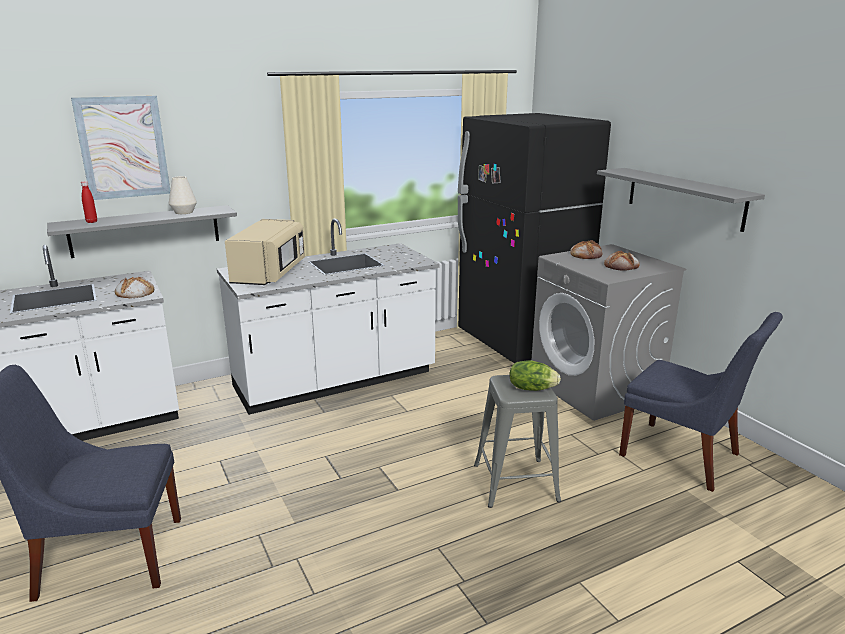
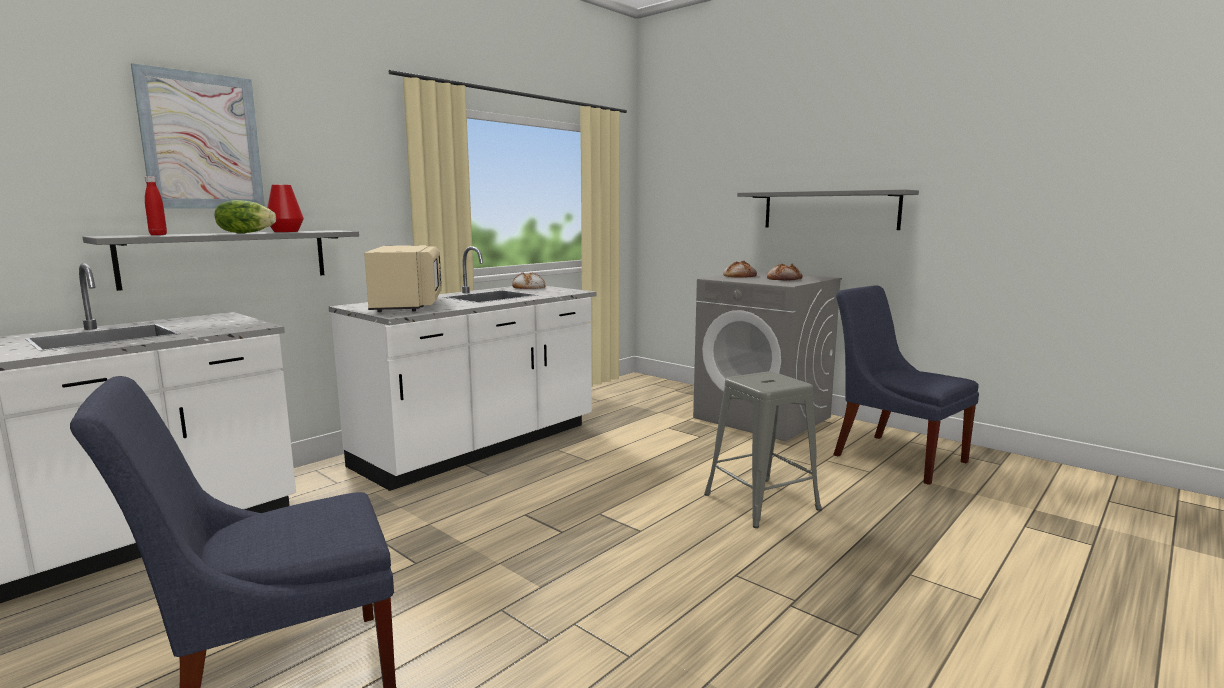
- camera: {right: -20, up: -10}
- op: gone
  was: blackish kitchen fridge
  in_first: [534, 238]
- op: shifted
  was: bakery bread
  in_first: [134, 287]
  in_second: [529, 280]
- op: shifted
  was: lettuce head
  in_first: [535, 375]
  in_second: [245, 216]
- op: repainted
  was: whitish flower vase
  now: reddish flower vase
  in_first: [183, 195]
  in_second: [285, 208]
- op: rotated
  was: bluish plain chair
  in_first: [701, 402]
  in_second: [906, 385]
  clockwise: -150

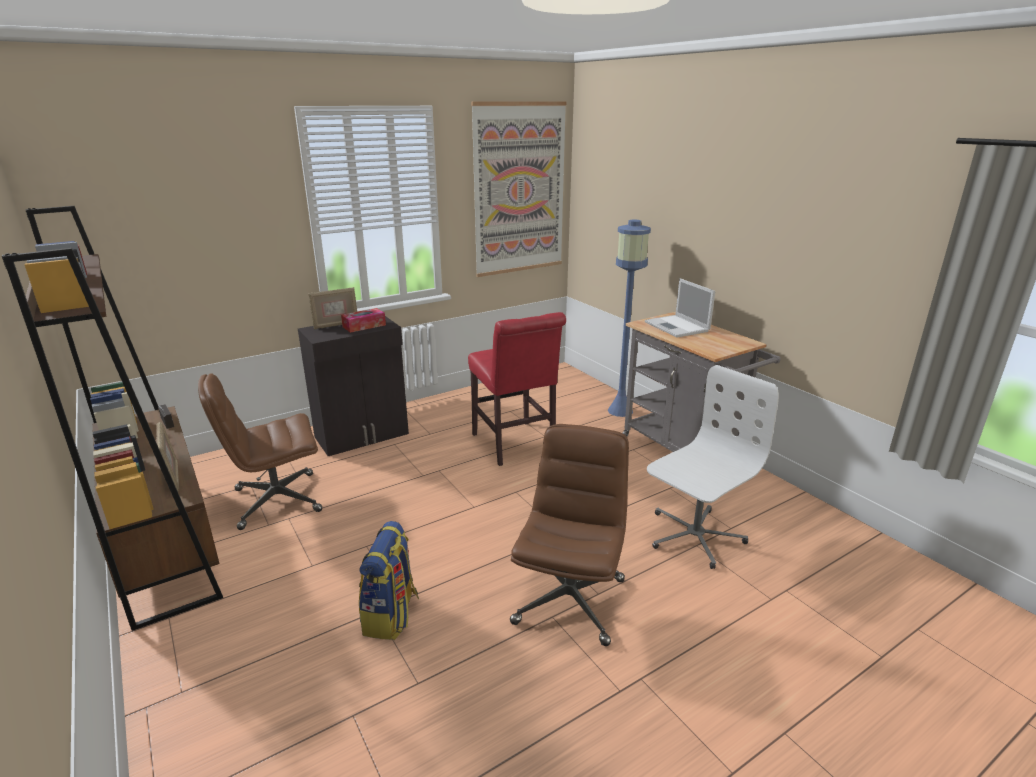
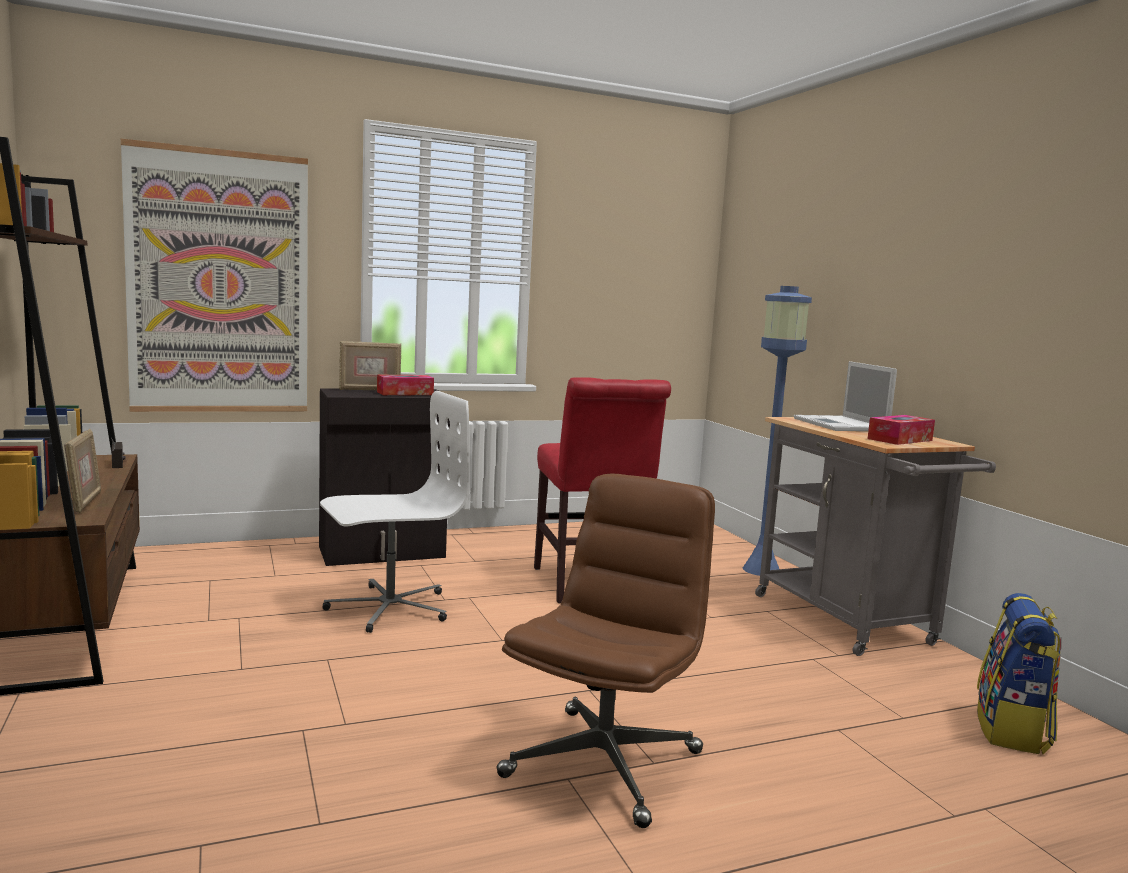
- camera: {right: 10, up: -15}
- op: gone
  was: brown-coloured computer chair
  in_first: [260, 451]
- op: new
  now: tissue box
  in_second: [901, 430]
- op: shifted
  was: rucksack
  in_first: [389, 580]
  in_second: [1019, 673]
- op: shifted
  was: wall picture
  in_first: [518, 189]
  in_second: [214, 275]
- op: shifted
  was: whitish computer chair
  in_first: [713, 467]
  in_second: [395, 512]

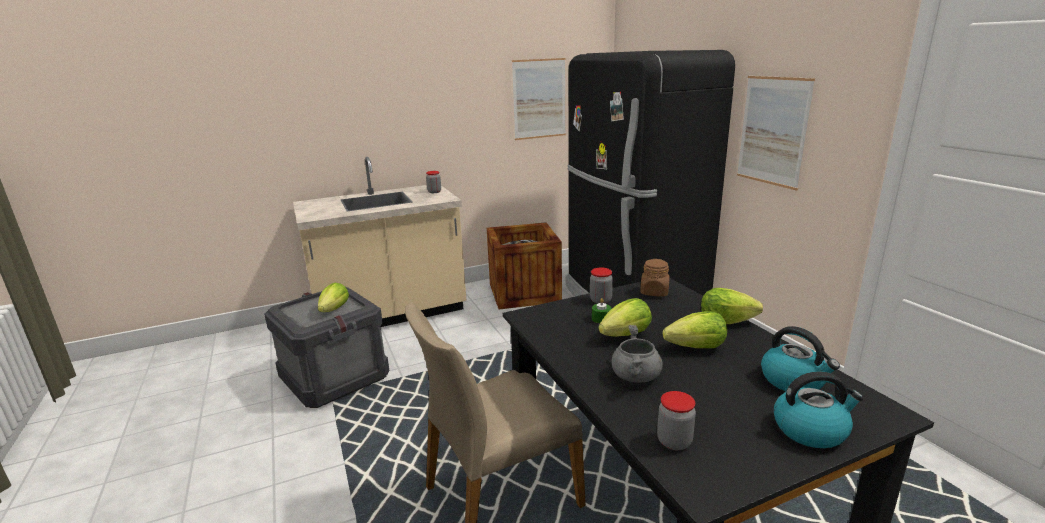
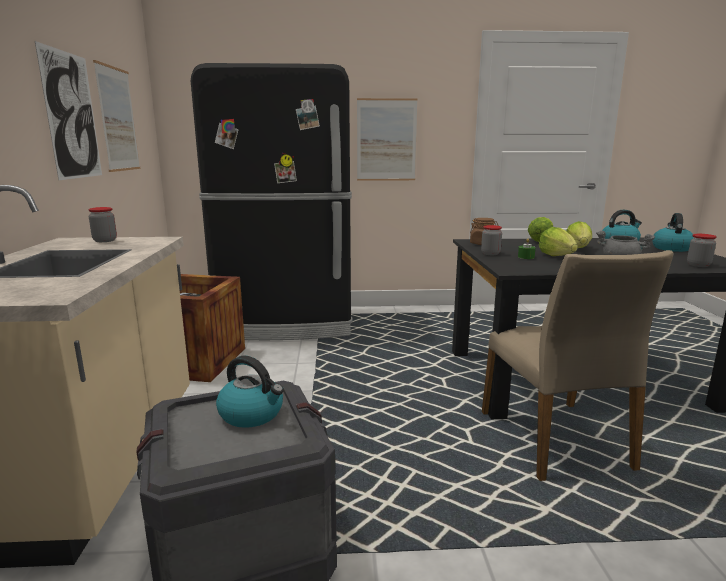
- camera: {right: -70, up: -5}
- op: new
  now: wall picture
  in_second: [68, 110]
- op: swapped
  was: lettuce head
  now: water kettle
  in_first: [333, 297]
  in_second: [250, 392]

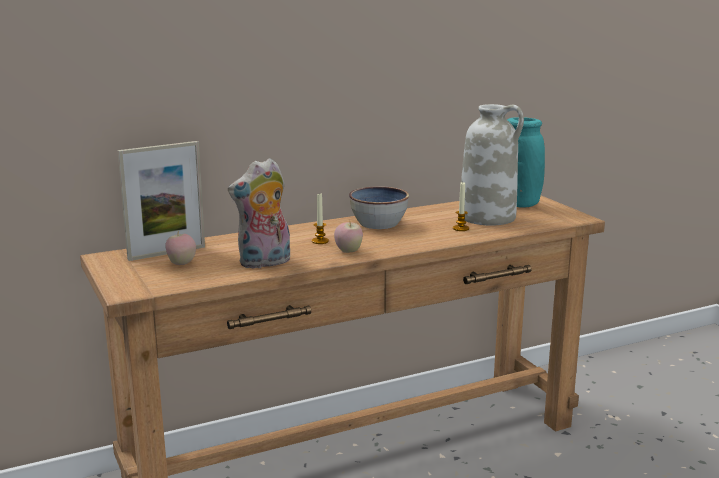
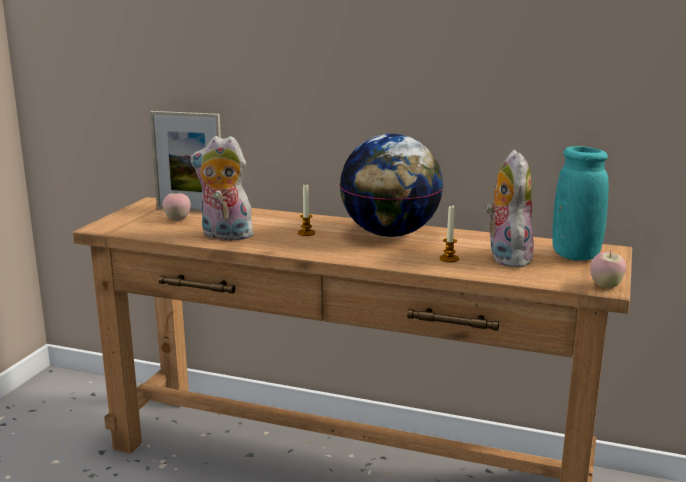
- camera: {right: 45, up: 0}
- op: shifted
  was: whole apple
  in_first: [348, 237]
  in_second: [608, 269]
- op: swapped
  was: serving bowl
  now: globe
  in_first: [379, 207]
  in_second: [391, 185]
- op: swapped
  was: whitish flower vase
  now: soft toy
  in_first: [492, 165]
  in_second: [509, 209]

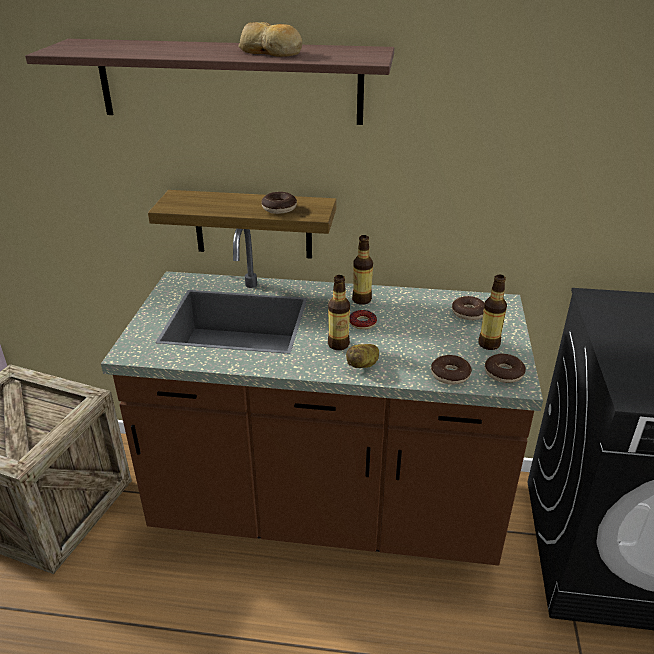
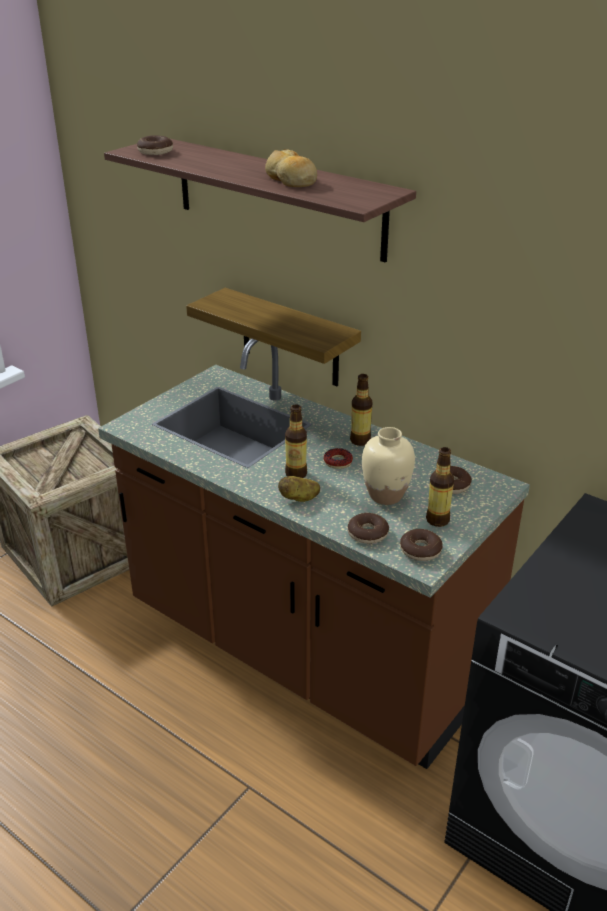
- camera: {right: 30, up: 0}
- op: new
  now: sand-coloured flower vase
  in_second: [388, 466]
- op: shifted
  was: doughnut
  in_first: [279, 203]
  in_second: [155, 145]

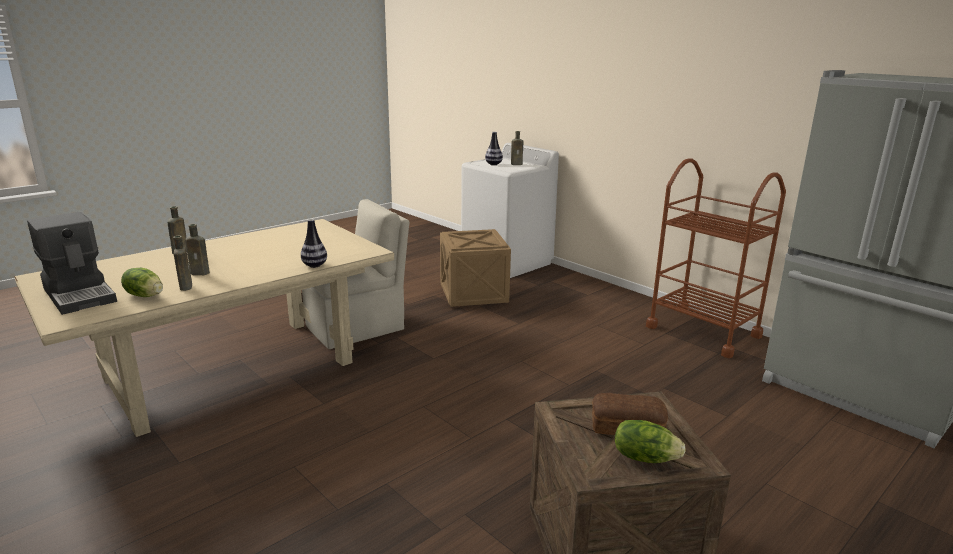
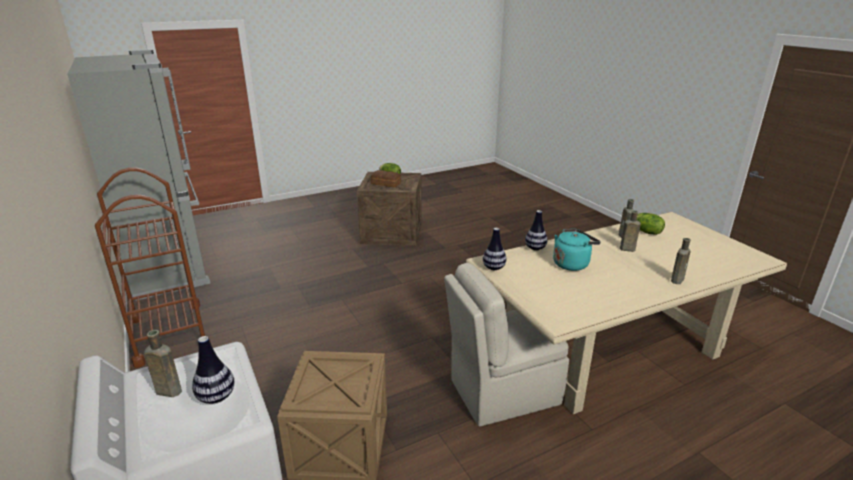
- camera: {right: -165, up: 5}
- op: gone
  was: coffee brewer
  in_first: [72, 263]
- op: new
  now: flower vase
  in_second: [494, 249]
- op: new
  now: turquoise water kettle
  in_second: [577, 250]

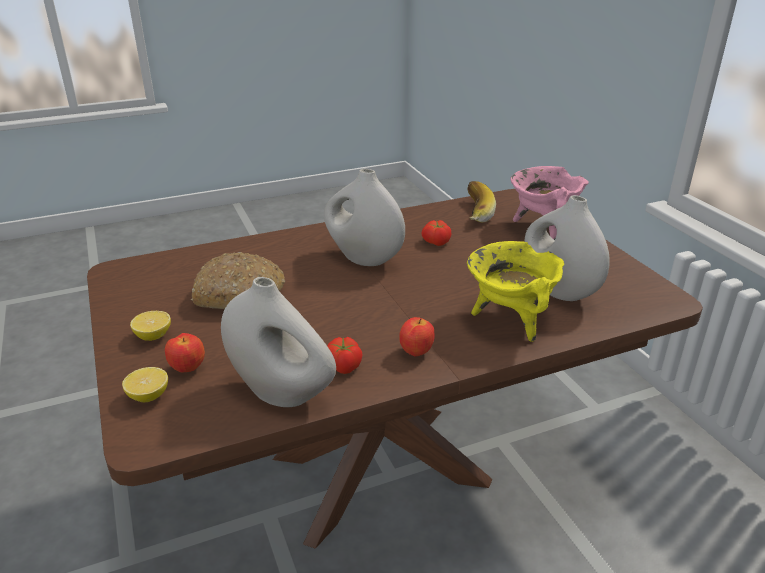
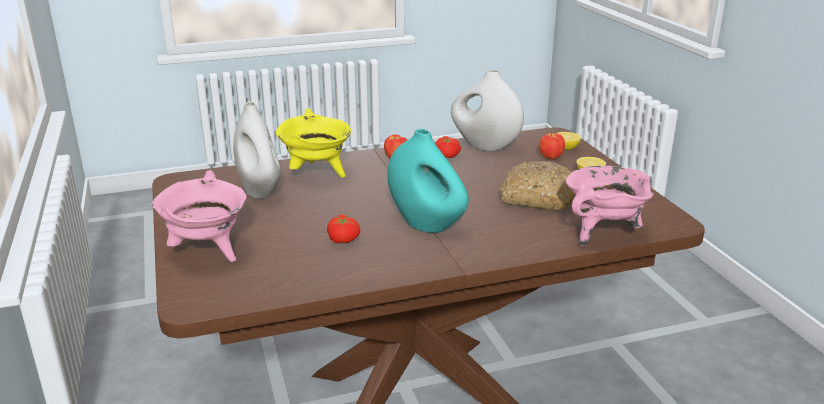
- camera: {right: -175, up: -5}
- op: gone
  was: banana
  in_first: [481, 202]
- op: new
  now: pink-coloured saucepot
  in_second: [610, 206]
- op: repainted
  was: whitish flower vase
  now: turquoise flower vase
  in_first: [364, 217]
  in_second: [428, 181]

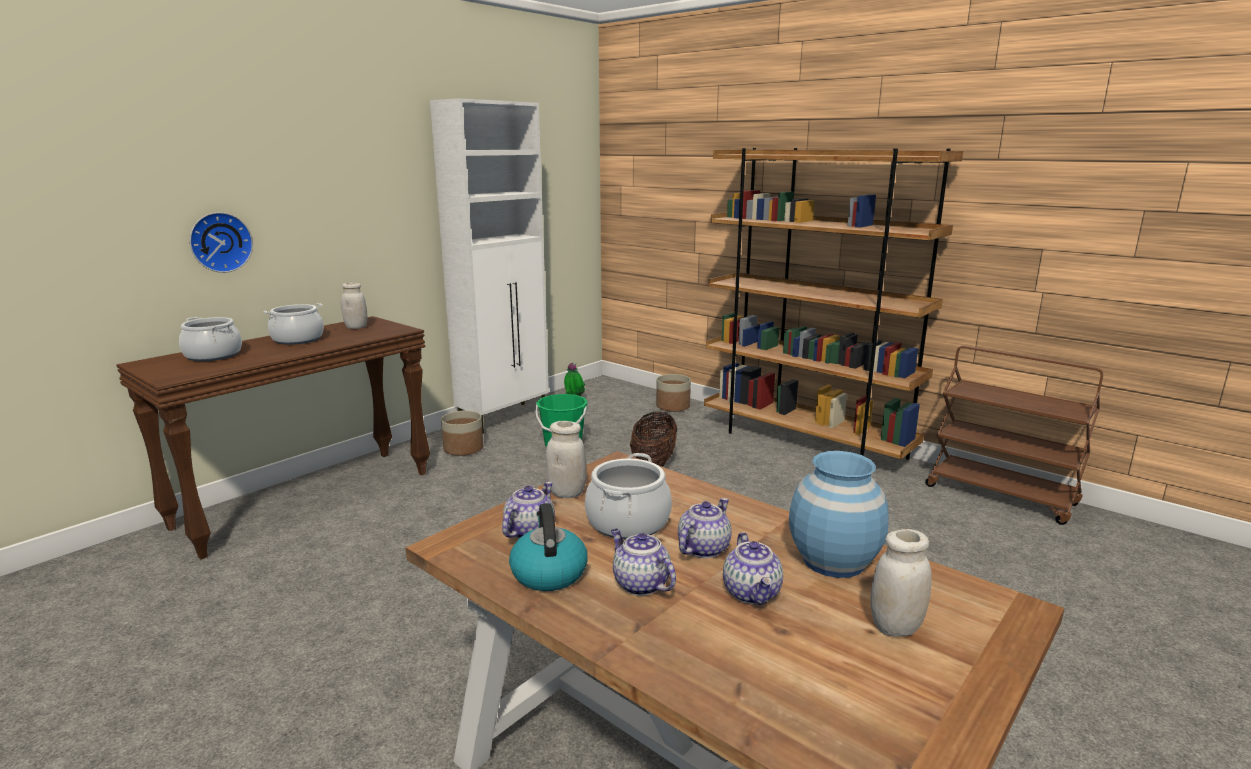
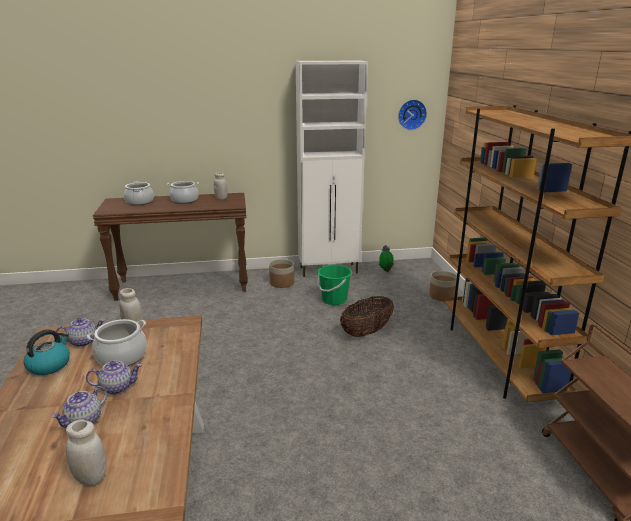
- camera: {right: 40, up: 5}
- op: gone
  was: tea pot
  in_first: [643, 562]
- op: gone
  was: bluish flower vase
  in_first: [839, 514]
- op: shifted
  was: wall clock
  in_first: [221, 242]
  in_second: [412, 114]

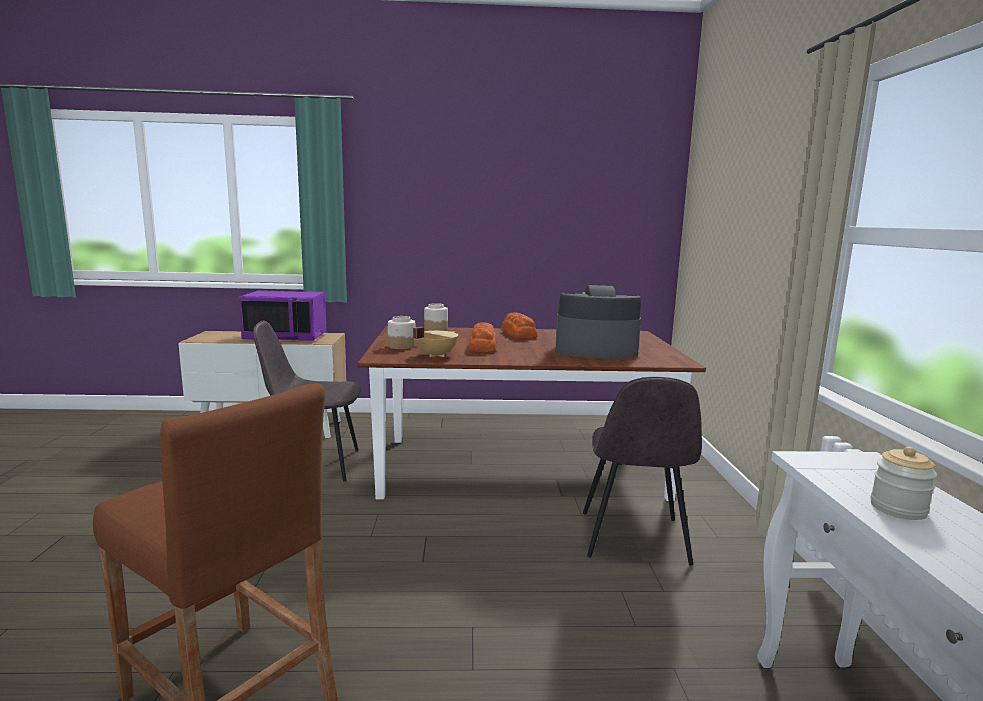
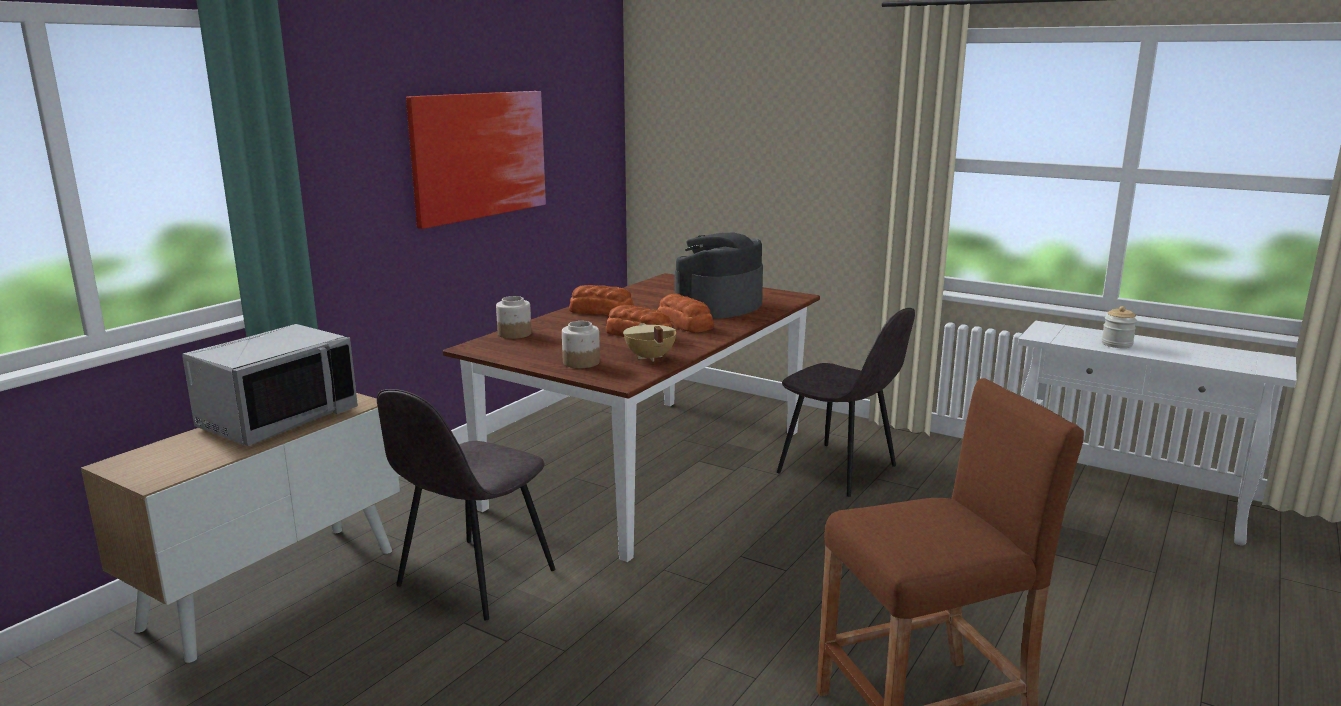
- camera: {right: -55, up: 5}
- op: new
  now: wall picture
  in_second: [476, 160]
- op: new
  now: bakery bread
  in_second: [686, 313]
- op: repainted
  was: purple-coloured microwave
  now: greyish microwave
  in_first: [283, 315]
  in_second: [270, 385]

